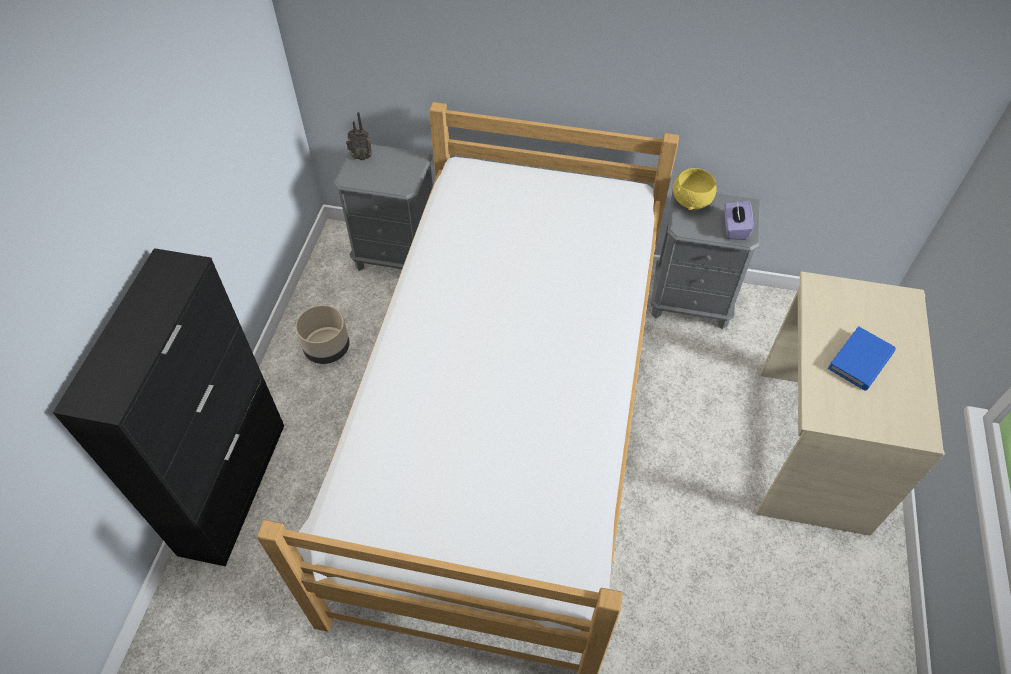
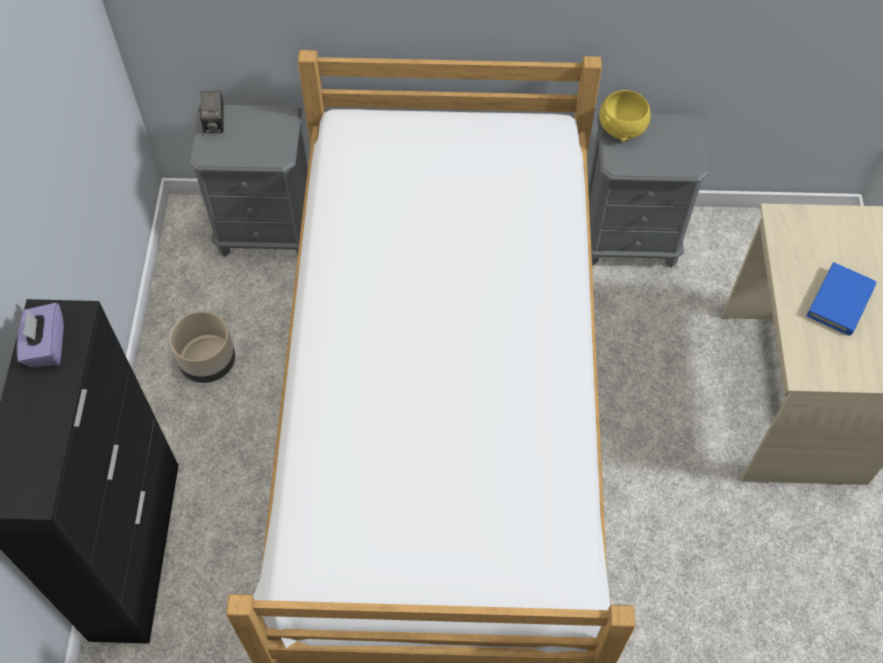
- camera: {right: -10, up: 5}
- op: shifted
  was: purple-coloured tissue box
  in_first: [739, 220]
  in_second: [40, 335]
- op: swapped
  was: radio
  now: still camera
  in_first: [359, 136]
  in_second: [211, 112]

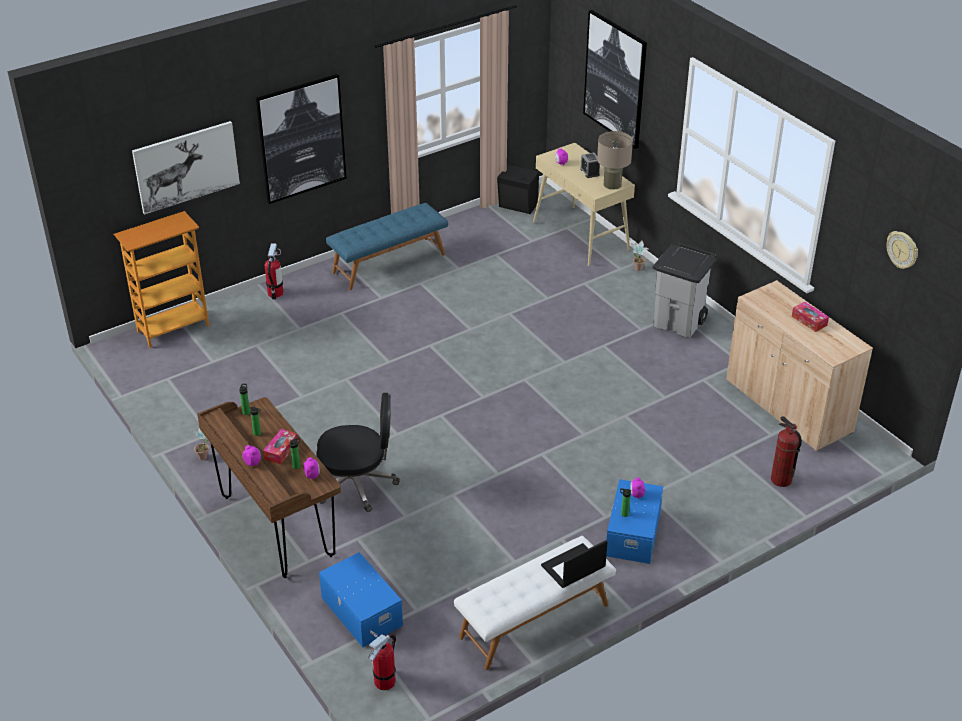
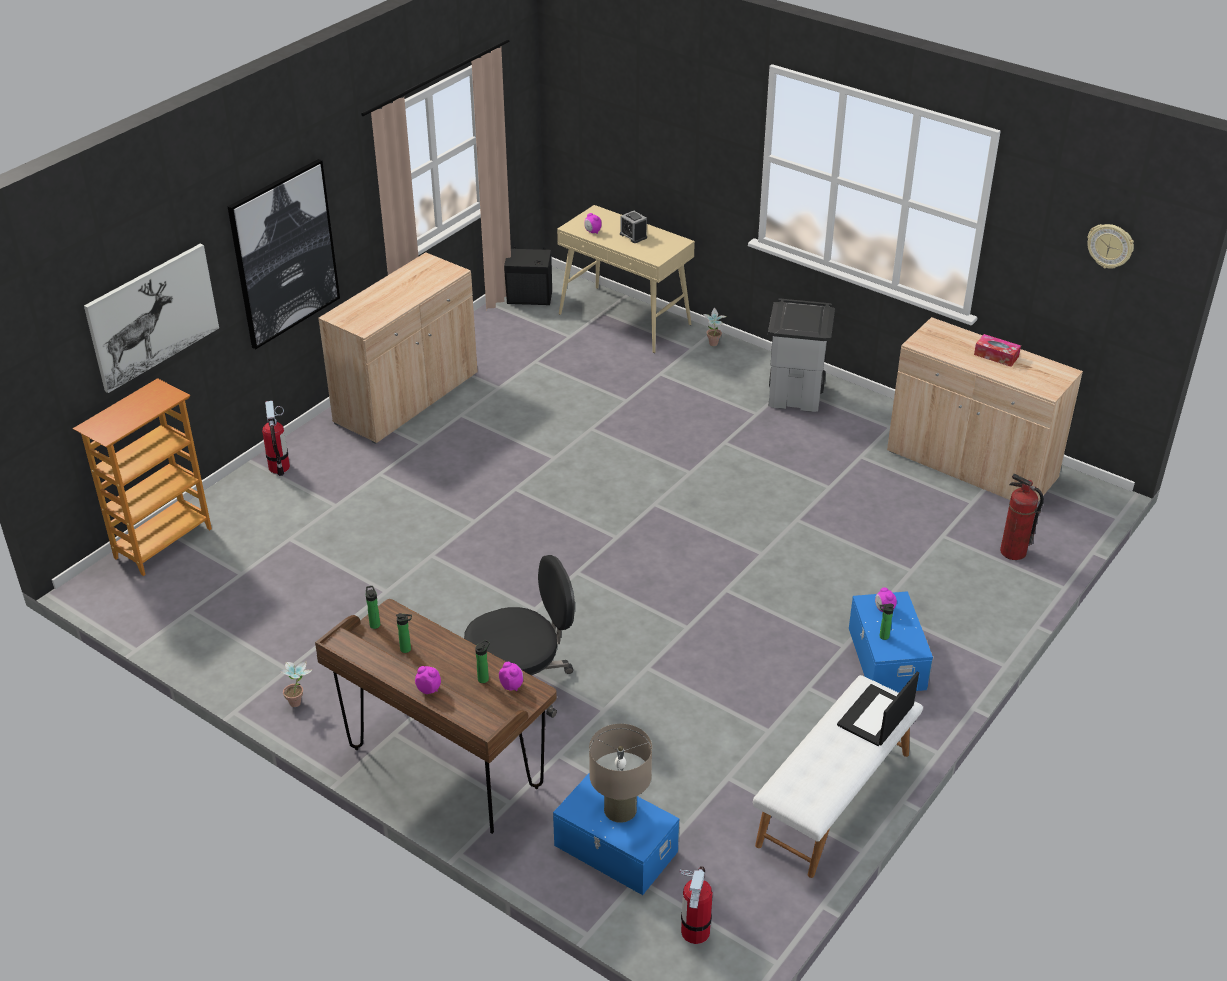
- camera: {right: -20, up: 0}
- op: gone
  was: tissue box
  in_first: [280, 447]
- op: gone
  was: wall picture
  in_first: [615, 79]
- op: shifted
  was: sand-coloured table lamp
  in_first: [615, 160]
  in_second: [620, 773]
- op: swapped
  was: bluish indoor bench
  now: sand-coloured storage cabinet
  in_first: [387, 246]
  in_second: [398, 348]

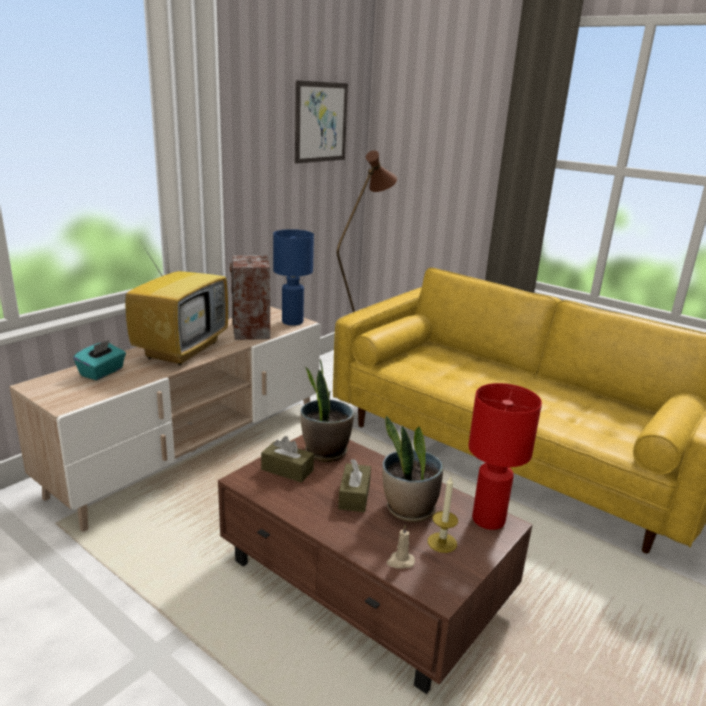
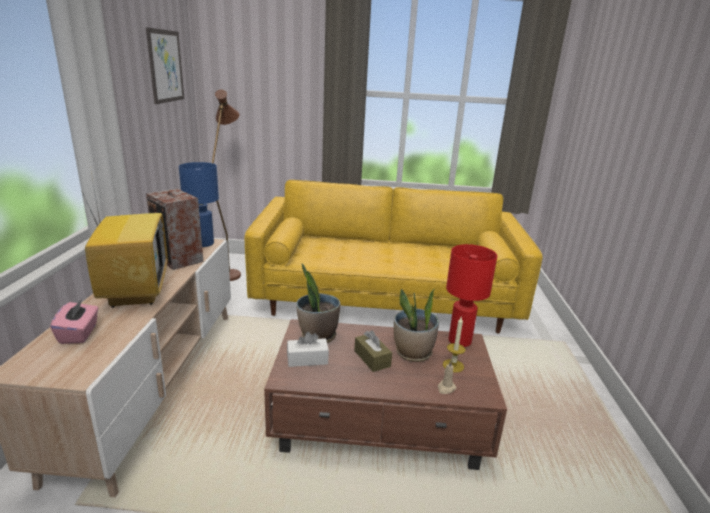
- camera: {right: -35, up: 0}
- op: repainted
  was: turquoise tissue box
  now: pink-coloured tissue box
  in_first: [99, 360]
  in_second: [74, 321]
- op: repainted
  was: brown-coloured tissue box
  now: whitish tissue box
  in_first: [287, 459]
  in_second: [308, 349]

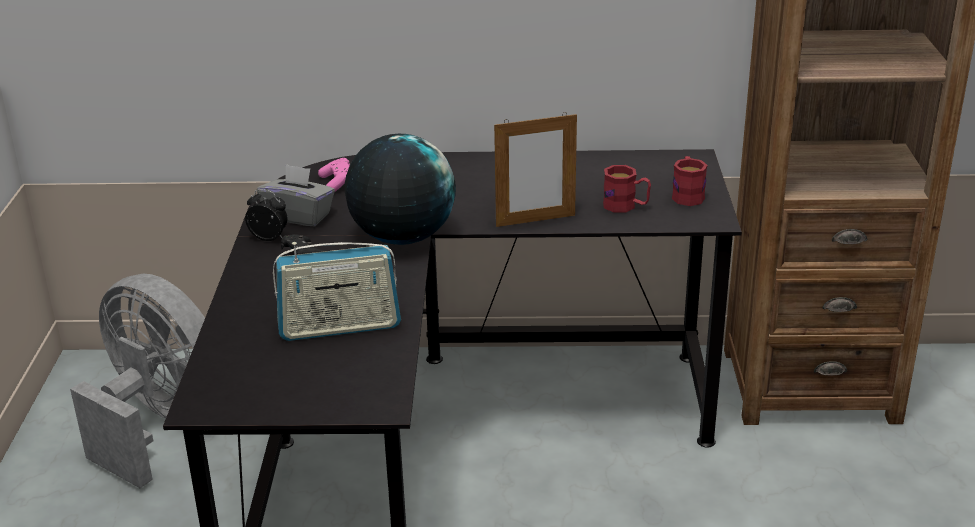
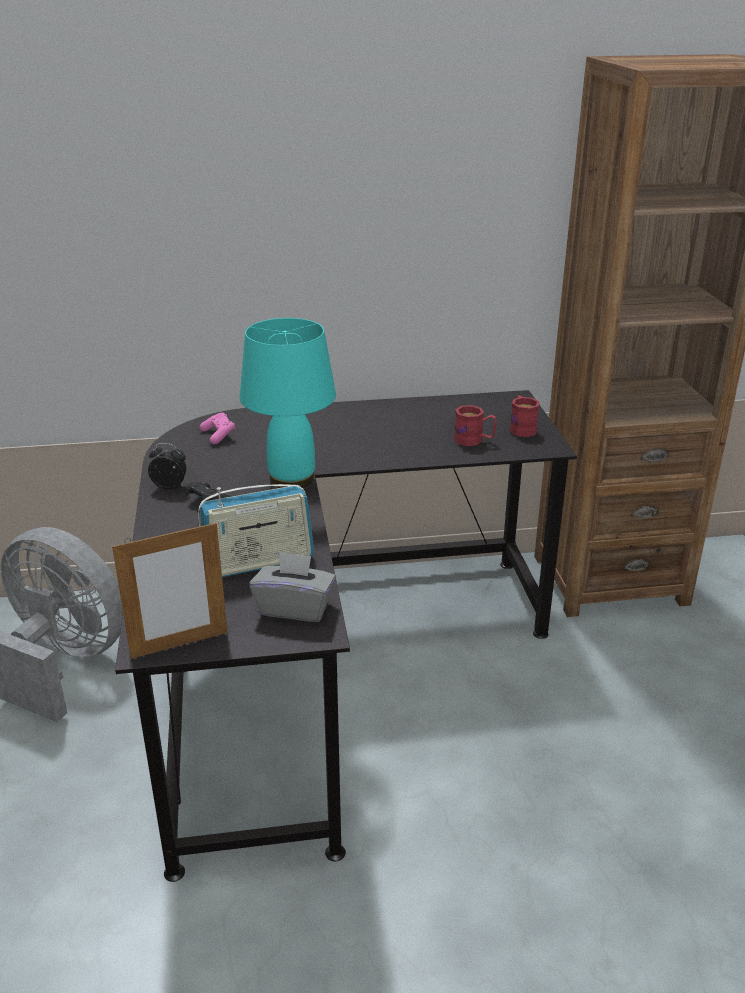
- camera: {right: -10, up: 0}
- op: shifted
  was: greyish tissue box
  in_first: [296, 195]
  in_second: [292, 587]
- op: shifted
  was: picture frame
  in_first: [535, 169]
  in_second: [170, 590]
- op: swapped
  was: globe
  now: turquoise table lamp
  in_first: [400, 189]
  in_second: [287, 403]

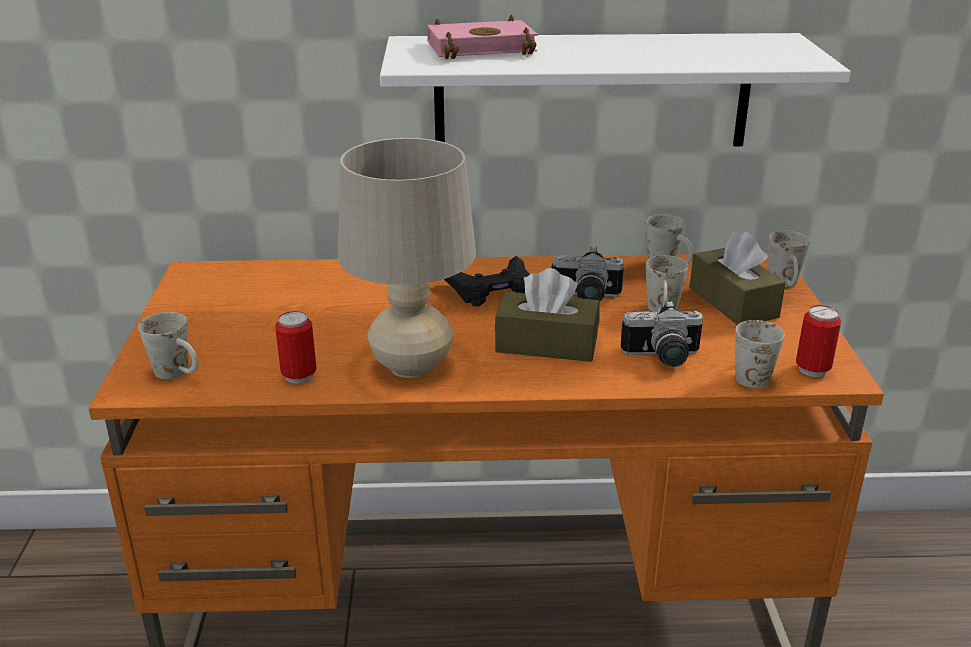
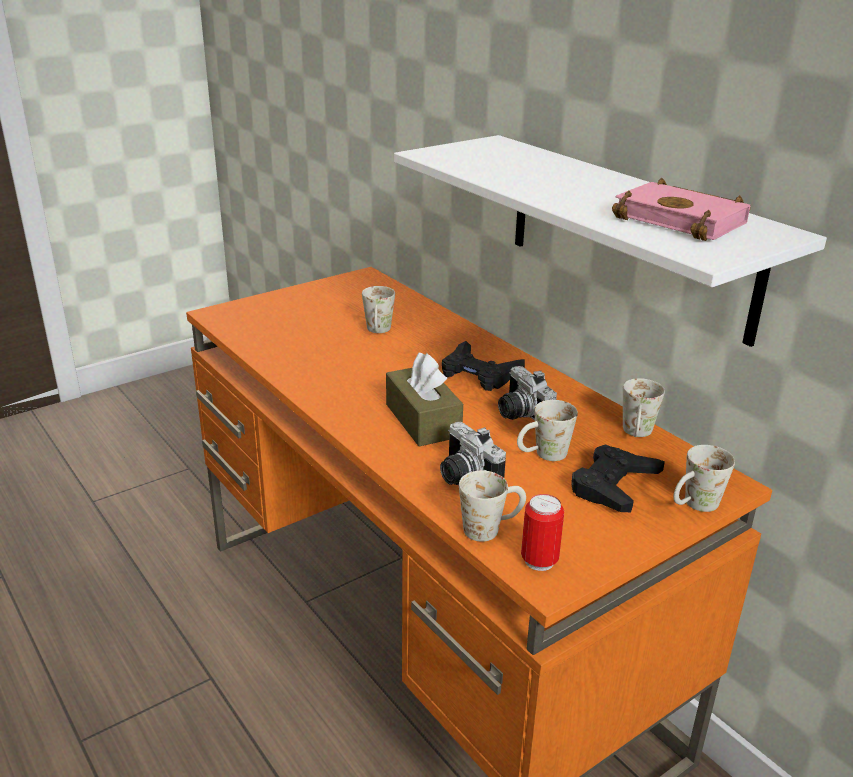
- camera: {right: 55, up: 0}
- op: gone
  was: can
  in_first: [295, 347]
- op: gone
  was: sand-coloured table lamp
  in_first: [407, 258]
- op: shifted
  was: whitish tea mug
  in_first: [168, 345]
  in_second: [378, 309]
- op: shifted
  was: pink-coloured book
  in_first: [482, 37]
  in_second: [681, 209]
- op: swapped
  was: brown-coloured tissue box
  now: blackish gamepad
  in_first: [737, 278]
  in_second: [618, 478]

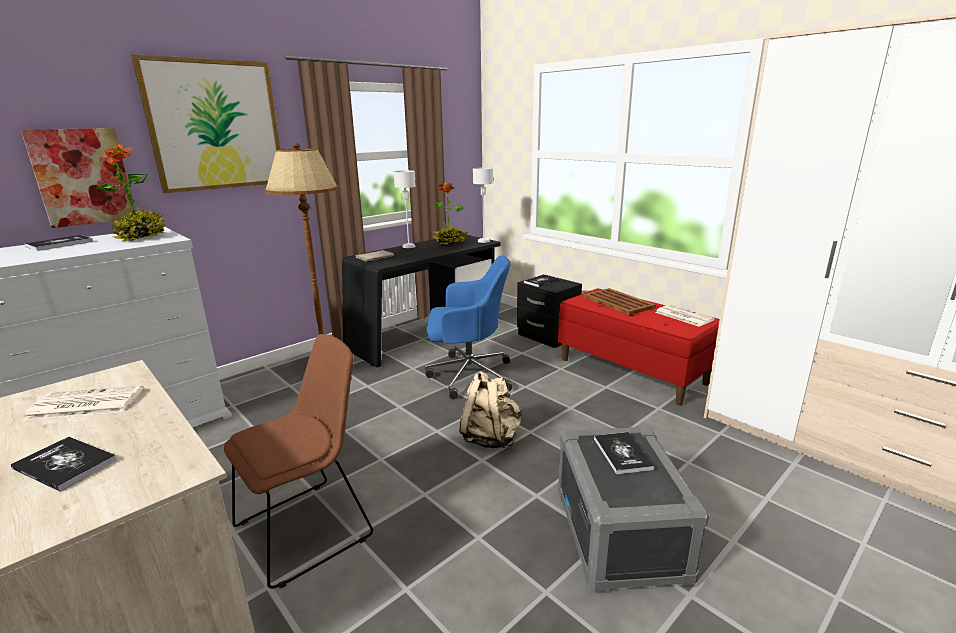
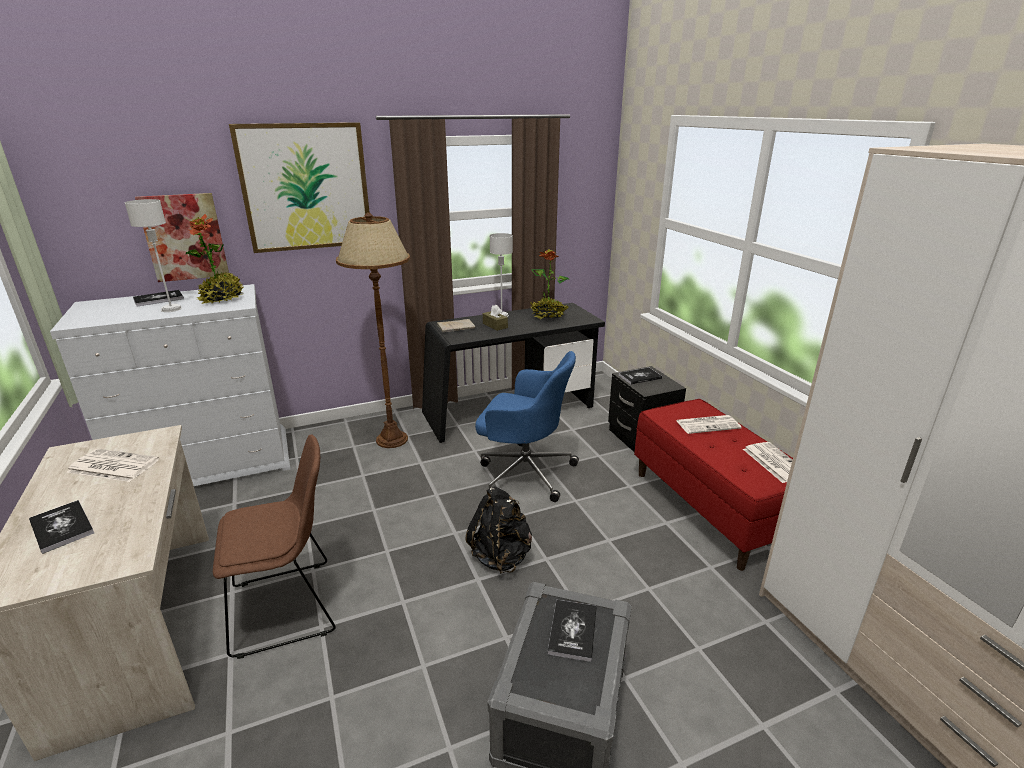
- camera: {right: 20, up: 5}
- op: new
  now: brown-coloured tissue box
  in_second: [495, 318]
- op: shifted
  was: greyish table lamp
  in_first: [483, 205]
  in_second: [153, 255]
- op: swapped
  was: brown-coloured serving tray
  now: newspaper
  in_first: [620, 301]
  in_second: [709, 424]
- op: repainted
  was: sand-coloured rucksack
  now: blackish rucksack
  in_first: [490, 409]
  in_second: [499, 530]

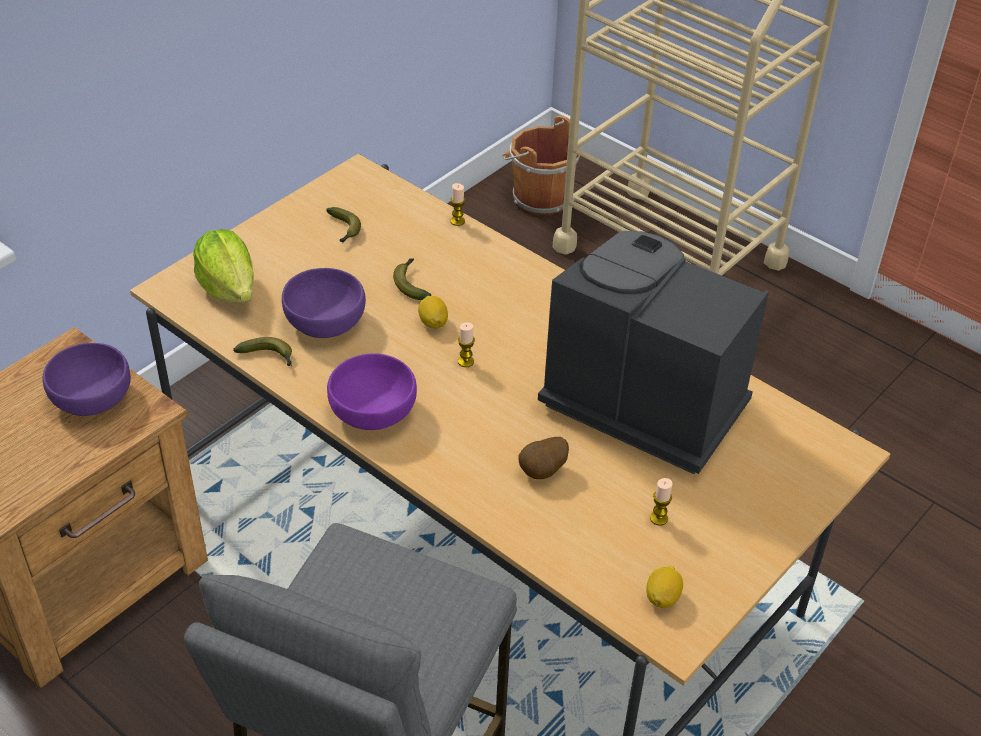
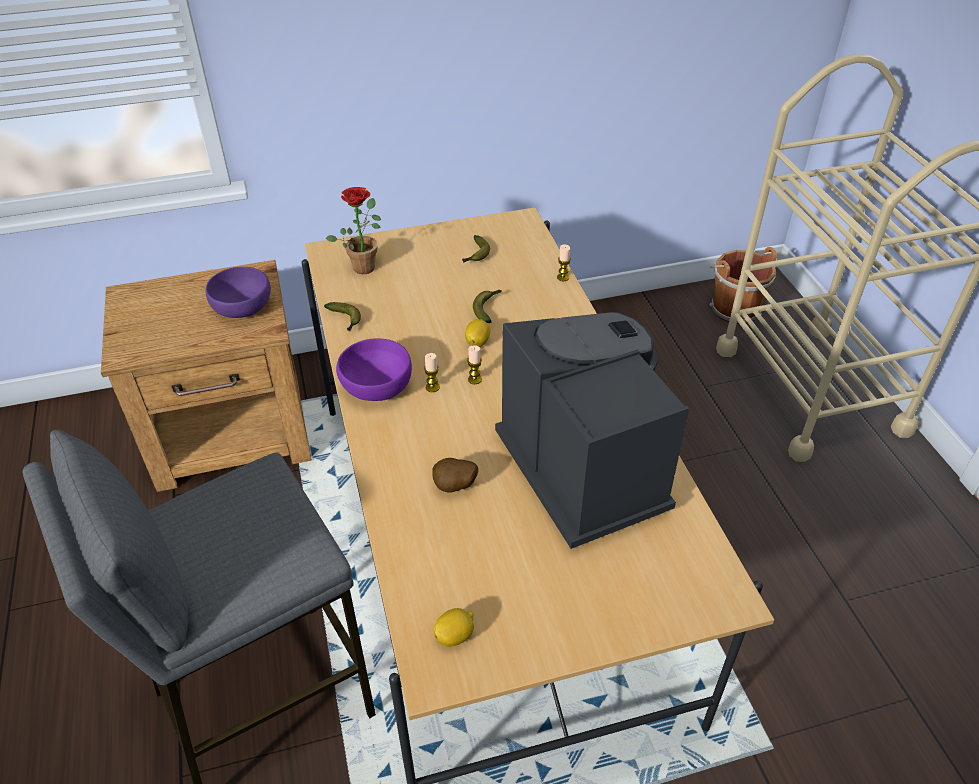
- camera: {right: 35, up: 0}
- op: gone
  was: purple-coloured serving bowl
  in_first: [324, 303]
- op: shifted
  was: candle
  in_first: [661, 502]
  in_second: [432, 372]
- op: swapped
  was: lettuce head
  now: potted plant
  in_first: [223, 266]
  in_second: [353, 230]

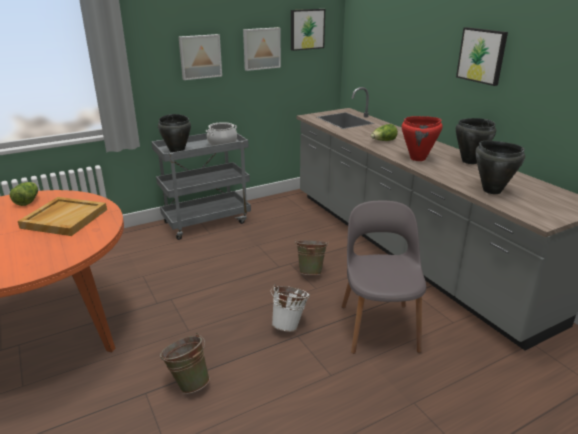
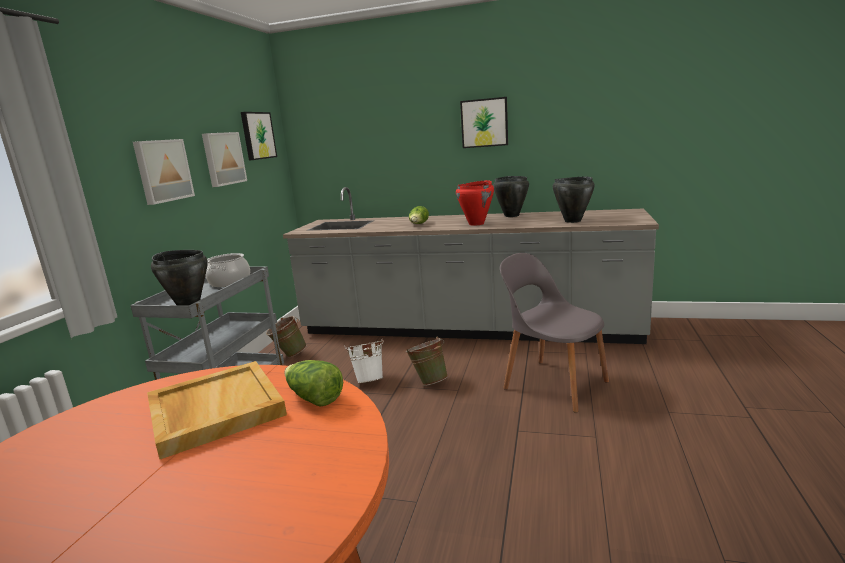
- camera: {right: -45, up: -10}
- op: shifted
  was: lettuce head
  in_first: [24, 194]
  in_second: [314, 383]
- op: shifted
  was: green water bucket
  in_first: [185, 363]
  in_second: [286, 337]
- op: shifted
  was: whitish water bucket
  in_first: [290, 308]
  in_second: [364, 360]

